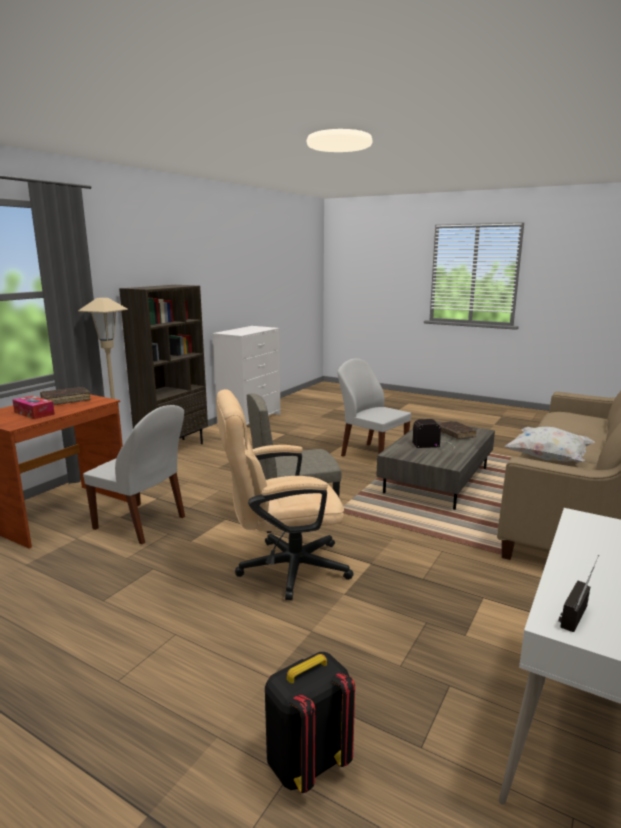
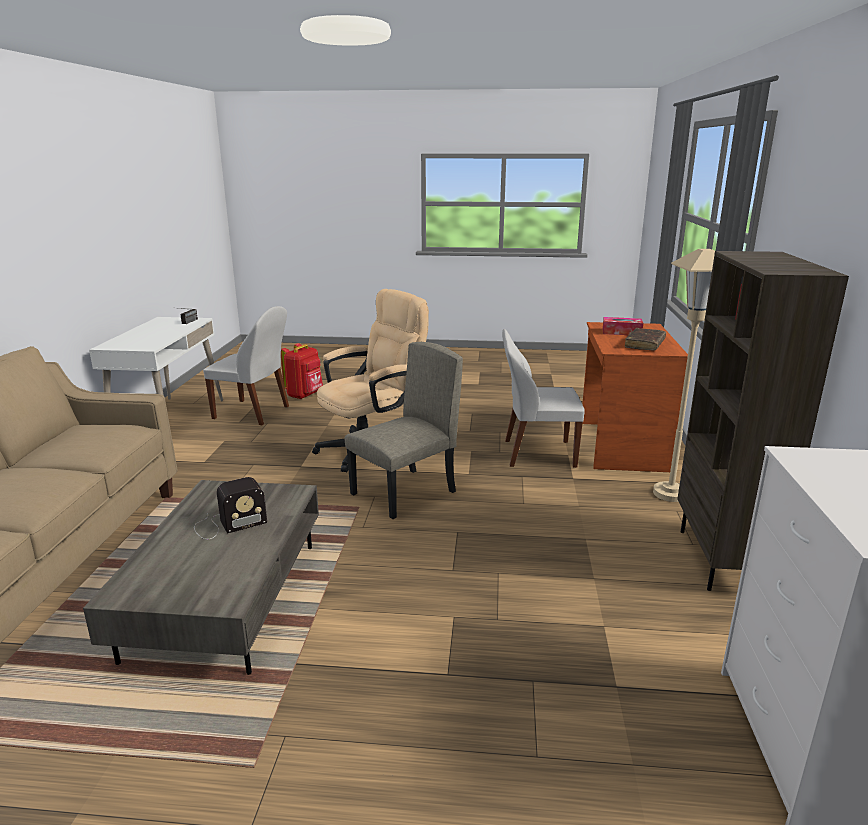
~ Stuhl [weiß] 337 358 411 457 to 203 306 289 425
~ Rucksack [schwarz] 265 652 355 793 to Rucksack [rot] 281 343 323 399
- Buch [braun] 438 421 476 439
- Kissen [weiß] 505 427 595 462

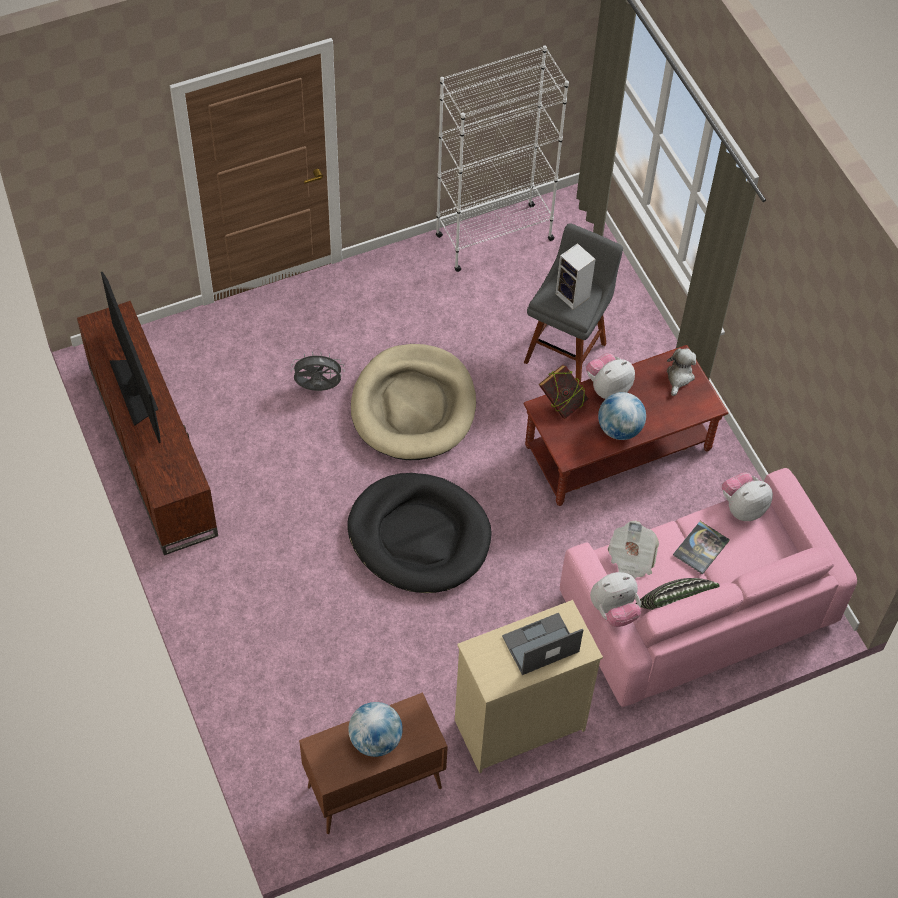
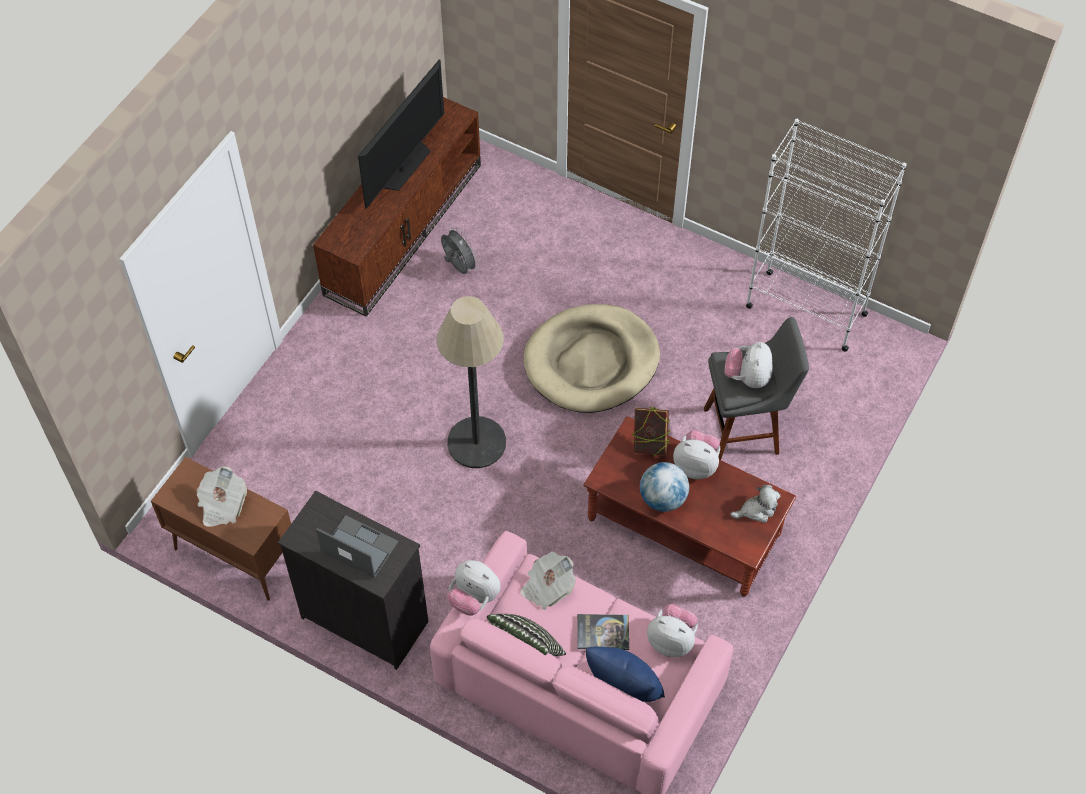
~ Globus 348 702 403 757 to Zeitung 196 466 247 527
~ Kommode [beige] 455 600 603 773 to Kommode [schwarz] 278 491 429 670
~ Hundebett [schwarz] 347 473 492 593 to Stehlampe 436 296 506 468
~ Ventilator [grau] 291 352 344 391 to 441 227 479 274
+ Kissen [blau] 586 646 665 702
~ Lautsprecher 556 243 595 309 to Plüschtier 725 342 773 388

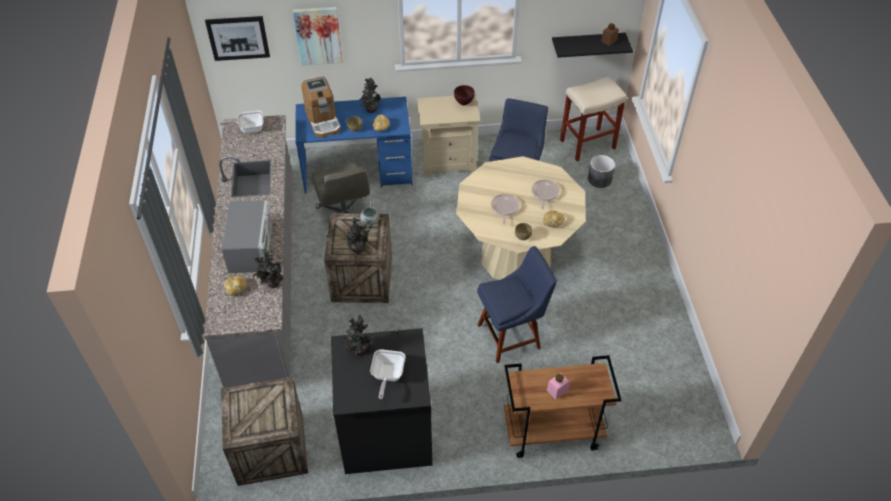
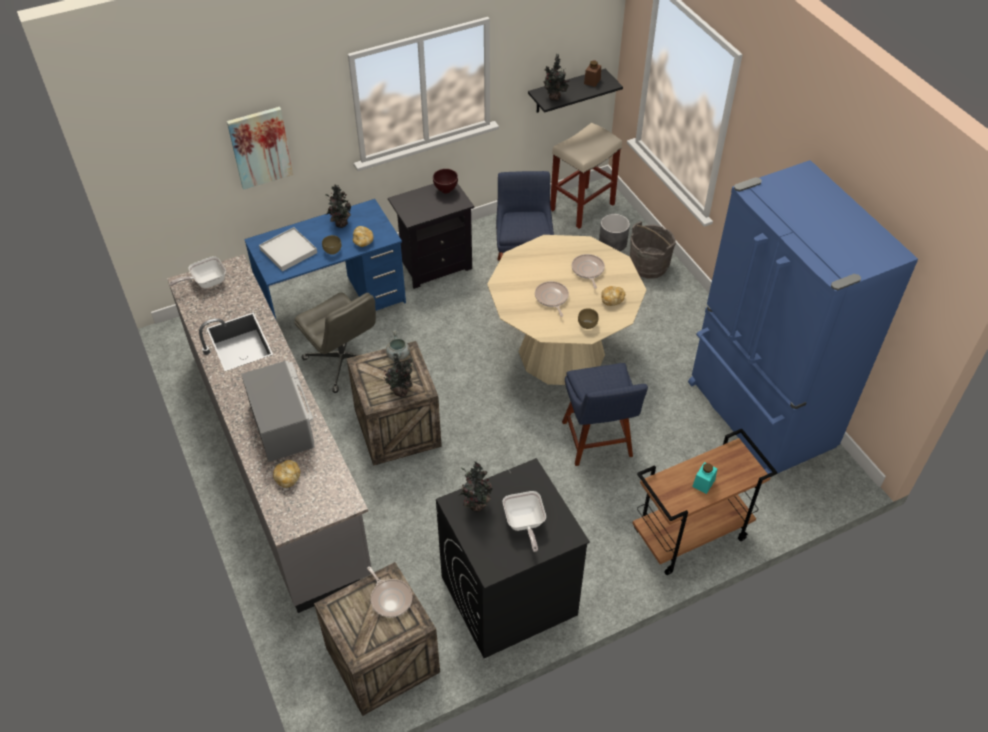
~ Kaffeemaschine 302 76 341 138 to Tablett [weiß] 259 227 317 272
+ Pfanne 367 566 412 618
~ Nachttisch [beige] 417 95 480 176 to Nachttisch [schwarz] 388 183 474 289
~ Topfpflanze 253 249 285 288 to 544 54 570 101
~ Stuhl [blau] 477 246 557 363 = 562 363 648 466 120 degrees clockwise
+ Eimer [grau] 630 221 676 279
+ Kühlschrank [blau] 688 160 918 474
~ Vorratsglas [rosa] 547 373 569 399 to Vorratsglas [türkis] 692 462 717 494
- Bild 205 16 270 61

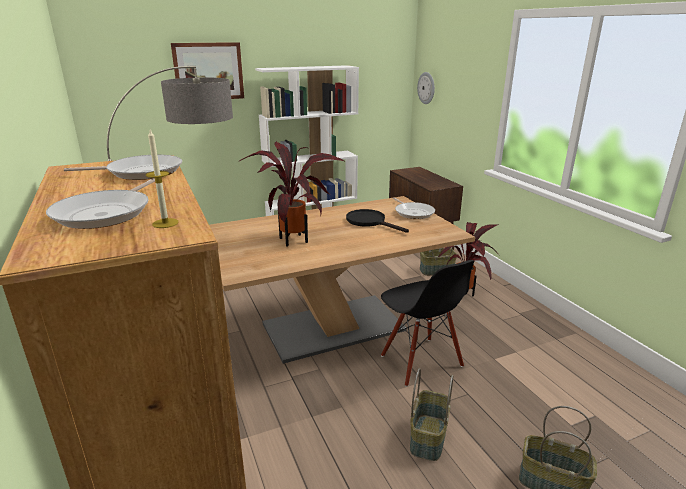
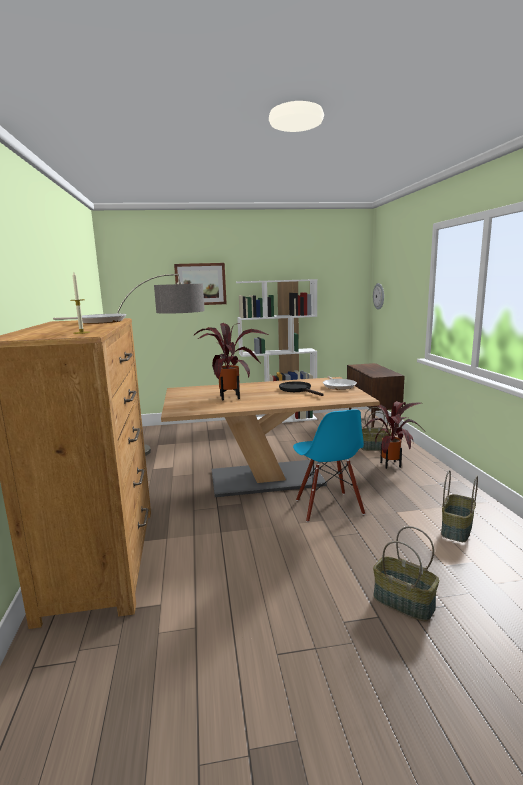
~ Stuhl [schwarz] 381 260 475 387 to Stuhl [blau] 293 409 365 522
~ Korb 410 368 453 461 to 441 470 478 542
- Pfanne 46 179 155 229

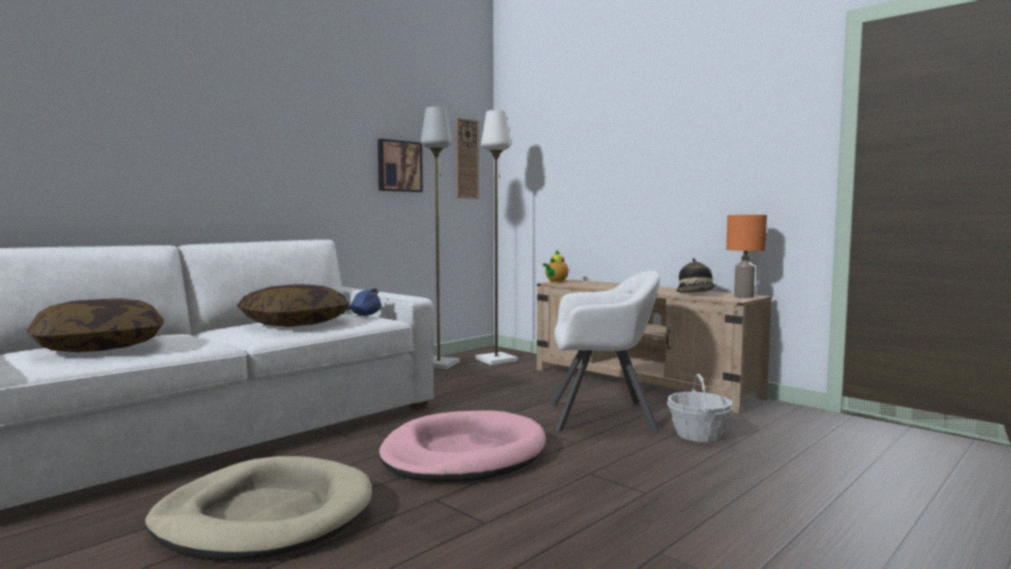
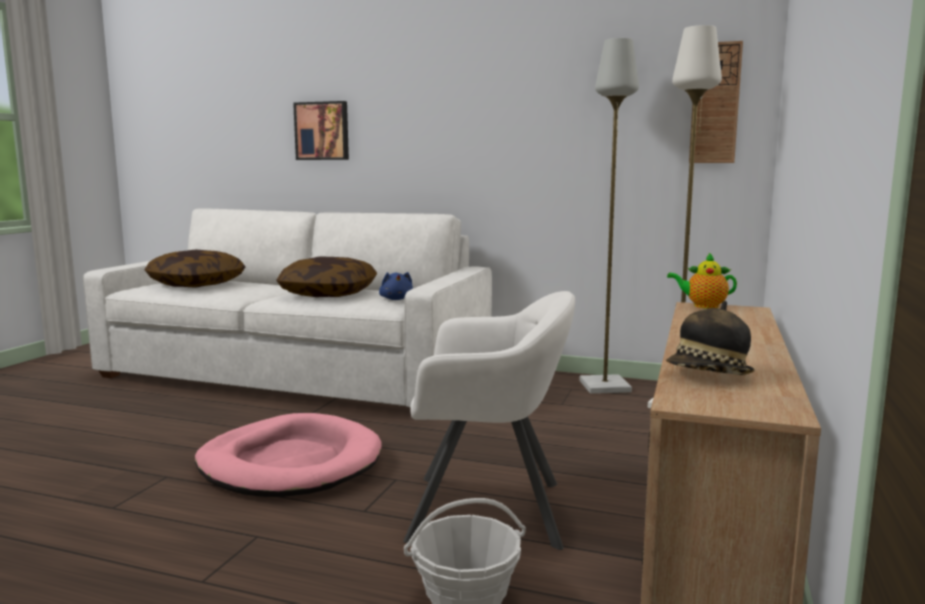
~ Bild 378 139 423 192 to 293 101 349 160
~ Sessel [weiß] 550 271 660 431 = 403 291 575 550 60 degrees counterclockwise
- Hundebett [beige] 145 456 372 560
- Tischlampe [orange] 726 215 767 298

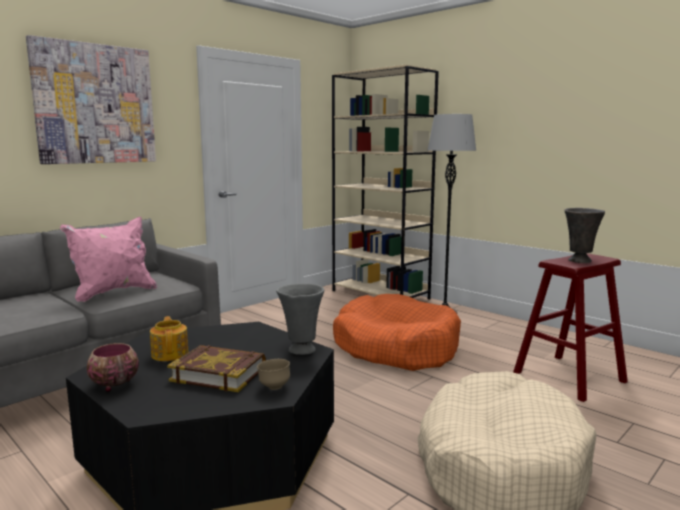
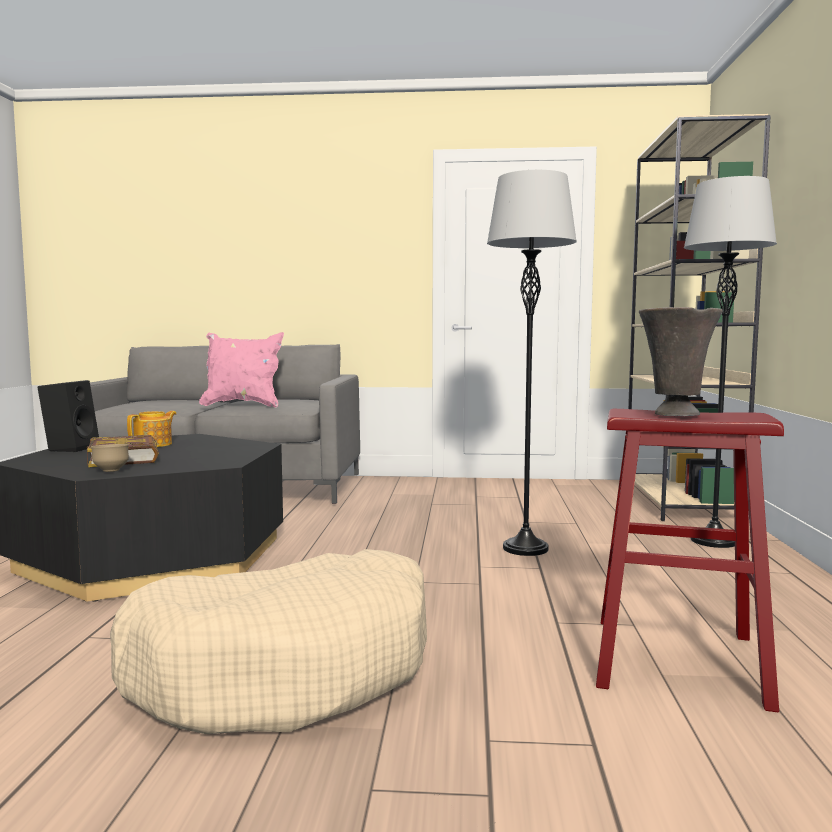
~ Schüssel 87 343 139 392 to Lautsprecher [schwarz] 37 380 99 452
~ Hundebett [orange] 333 294 461 371 to Stehlampe [grau] 487 170 577 556
- Bild 26 35 156 164
- Vase [grau] 276 283 324 355

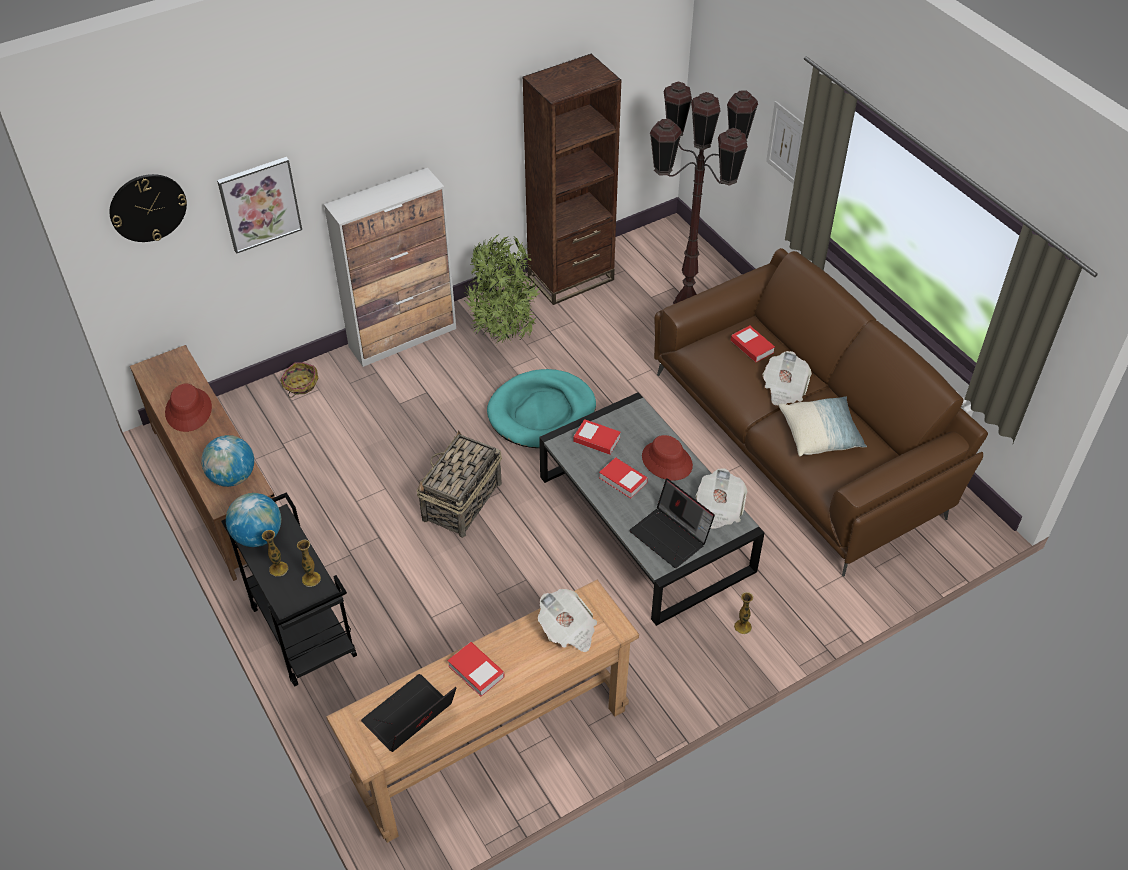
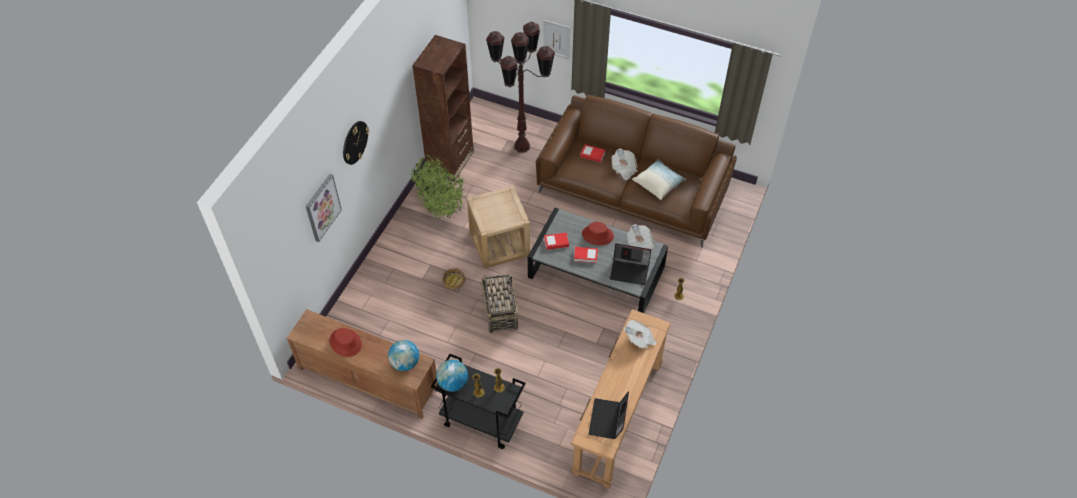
~ Wanduhr 109 174 187 242 to 343 121 369 165
~ Korb 280 362 318 398 to 442 268 466 292
~ Hundebett [türkis] 487 369 596 448 to Beistelltisch [beige] 467 186 530 269
- Schrank 324 168 456 367
- Buch 448 642 505 697

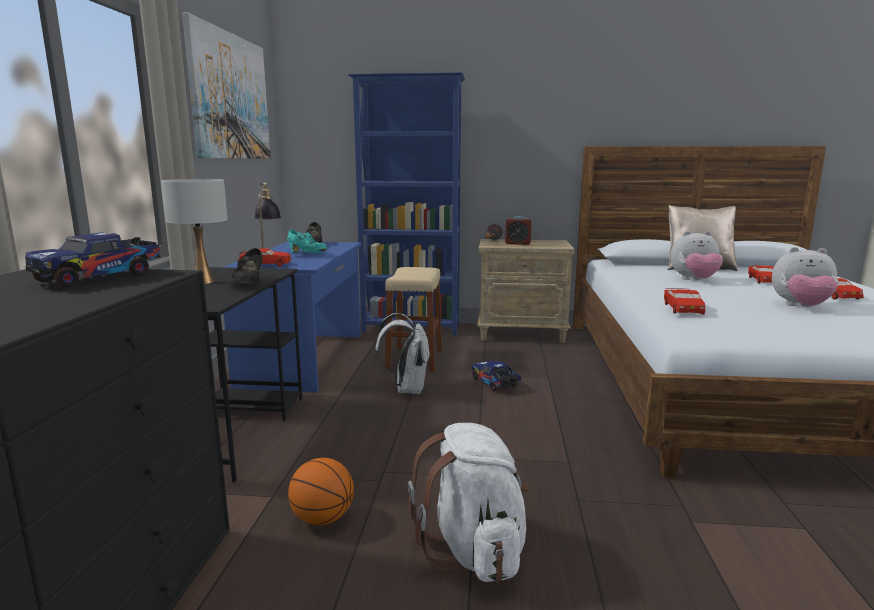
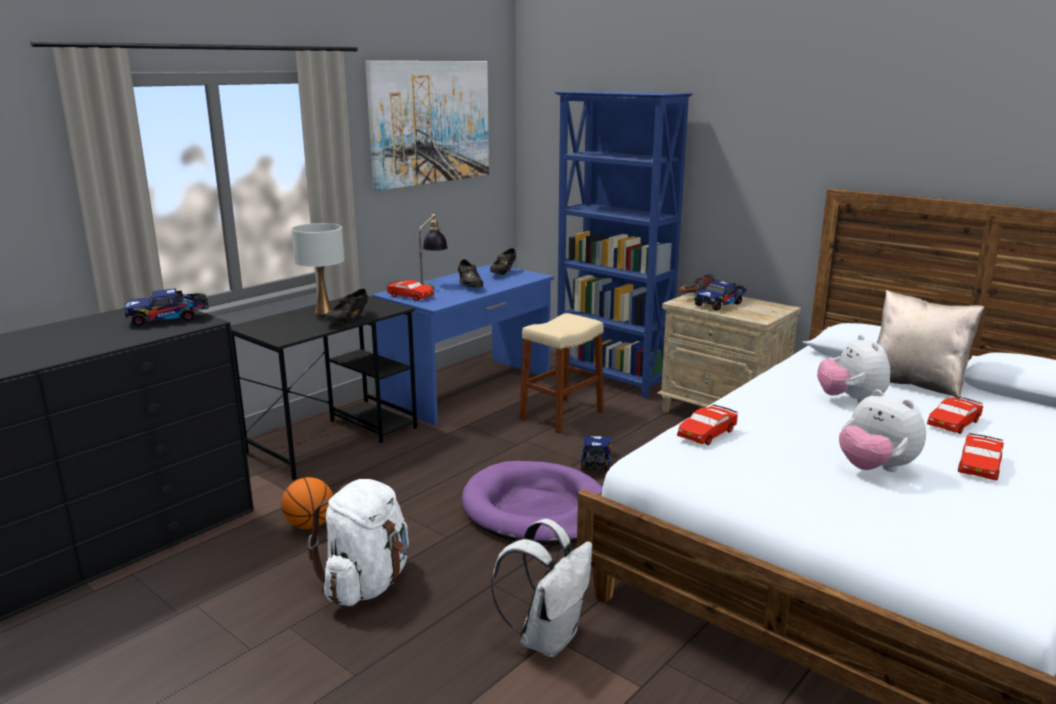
~ Schuh [türkis] 287 230 327 253 to Schuh [schwarz] 458 259 483 287
+ Hundebett [lila] 462 461 603 545
~ Rucksack [weiß] 374 313 430 394 to 491 519 592 657
~ Wecker 505 216 532 245 to Spielzeuglaster 694 281 747 311
~ Plüschtier 670 231 723 280 = 817 335 890 403 45 degrees clockwise

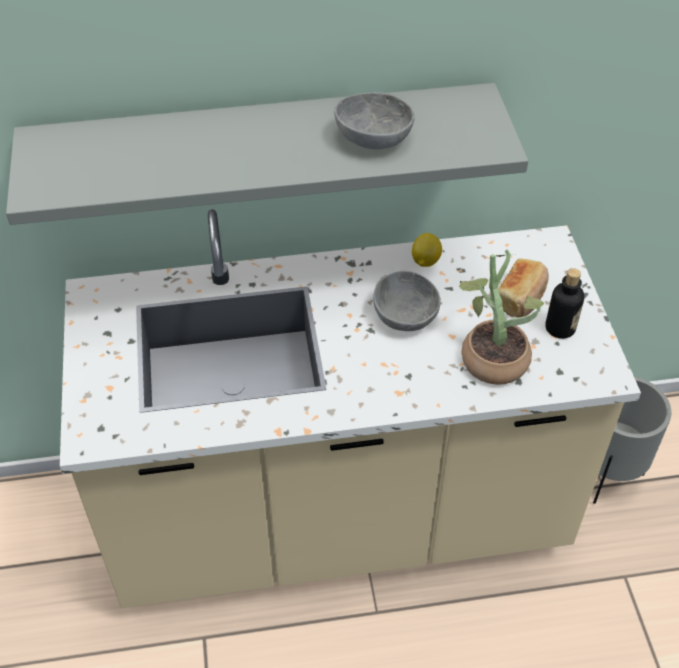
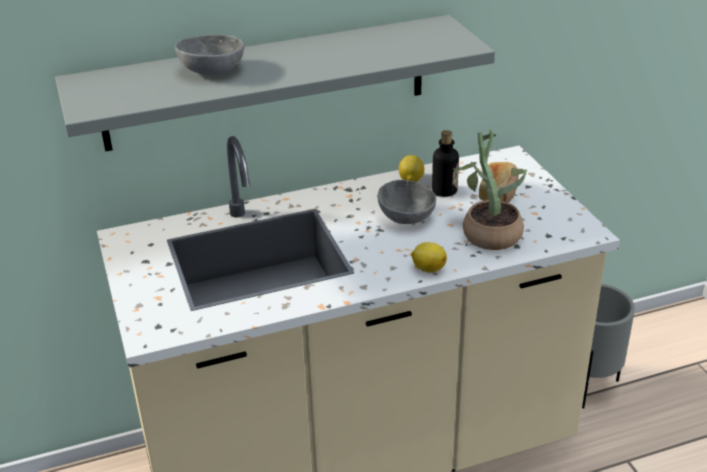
~ Schüssel [grau] 334 92 415 149 to 175 34 244 75
+ Zitrone 411 242 447 273
~ Flasche 545 268 585 339 to 432 130 459 197

